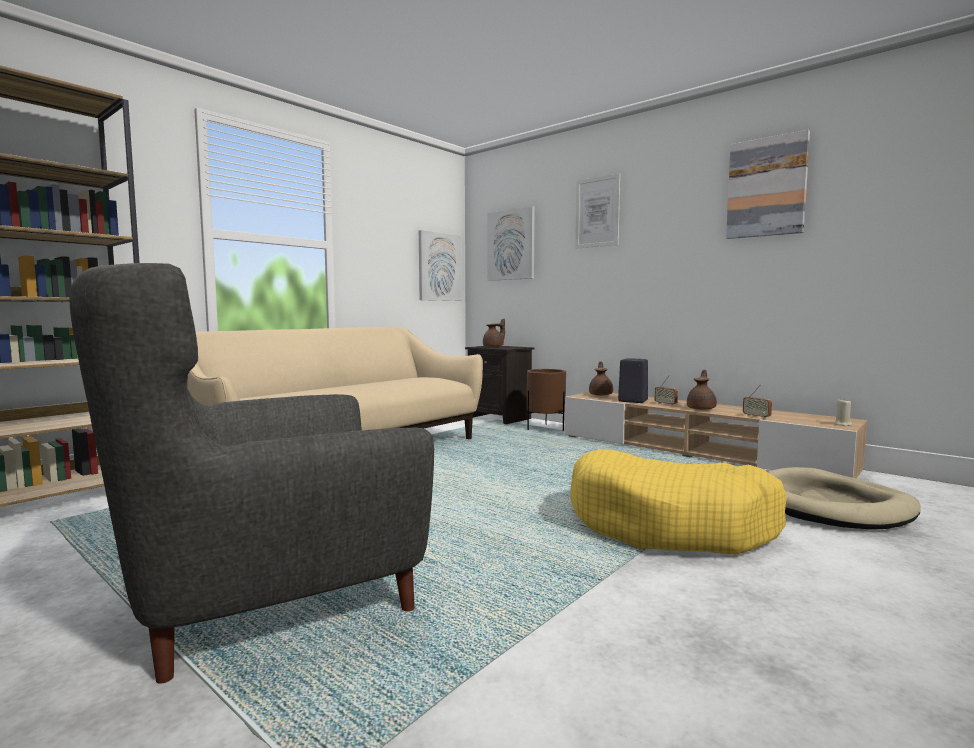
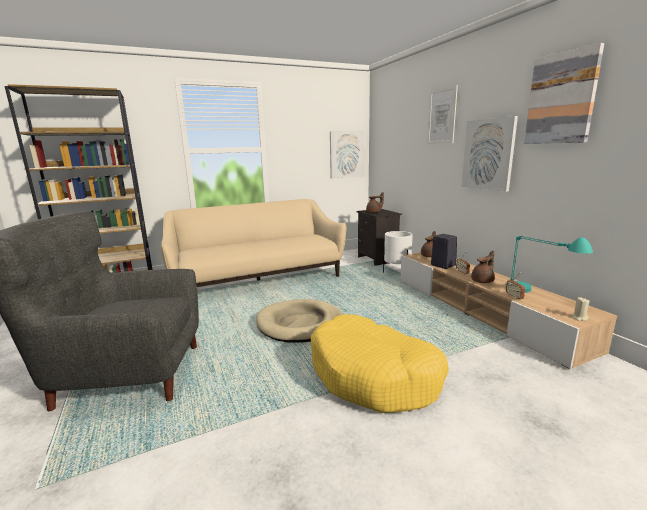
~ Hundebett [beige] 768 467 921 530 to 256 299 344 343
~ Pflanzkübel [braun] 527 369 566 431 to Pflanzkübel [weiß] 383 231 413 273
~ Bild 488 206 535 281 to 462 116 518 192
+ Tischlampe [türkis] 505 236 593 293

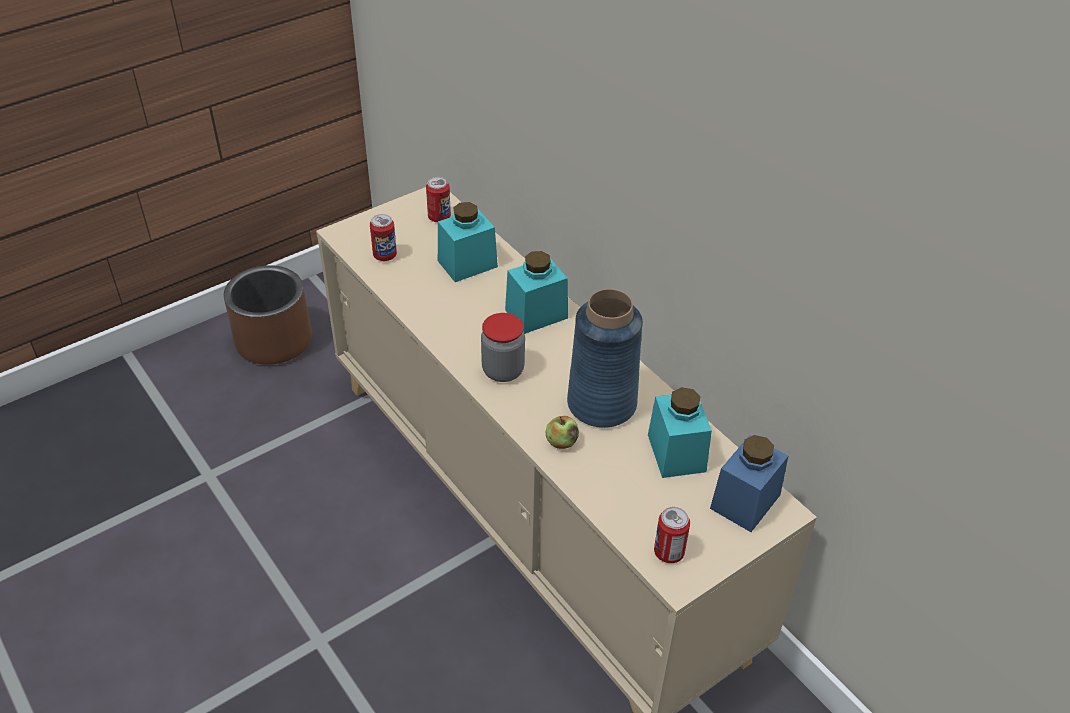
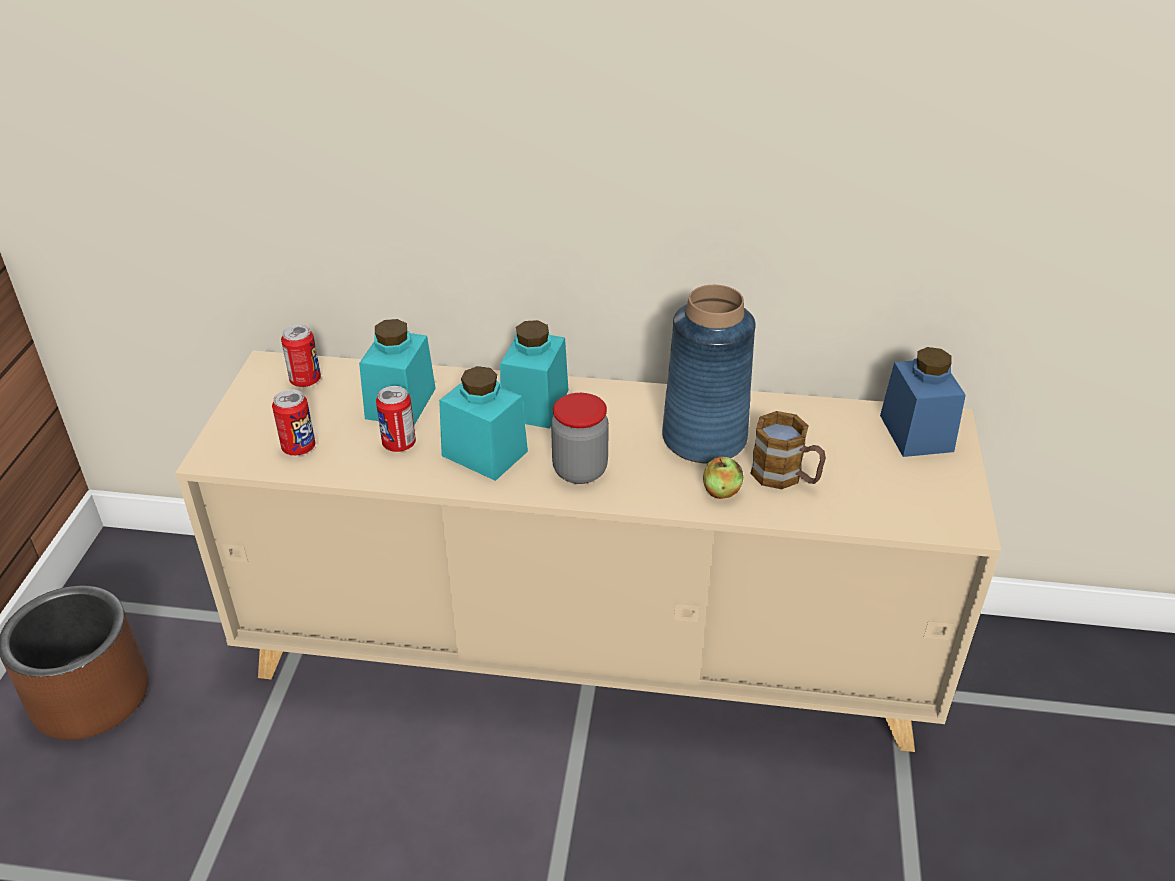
~ Dose 654 507 690 563 to 376 386 416 452
~ Vorratsglas [türkis] 648 387 712 478 to 439 366 528 481
+ Henkelbecher 750 411 826 489

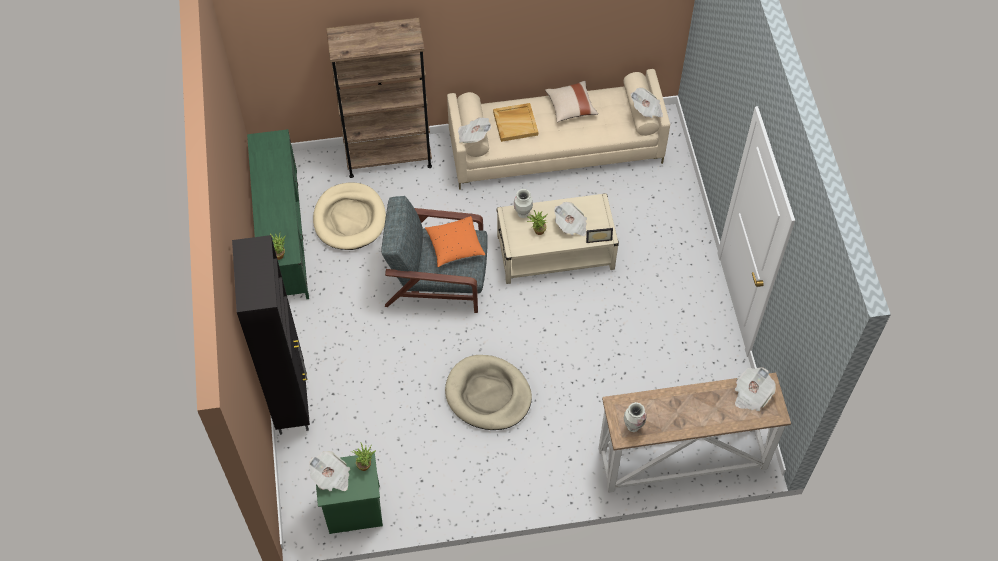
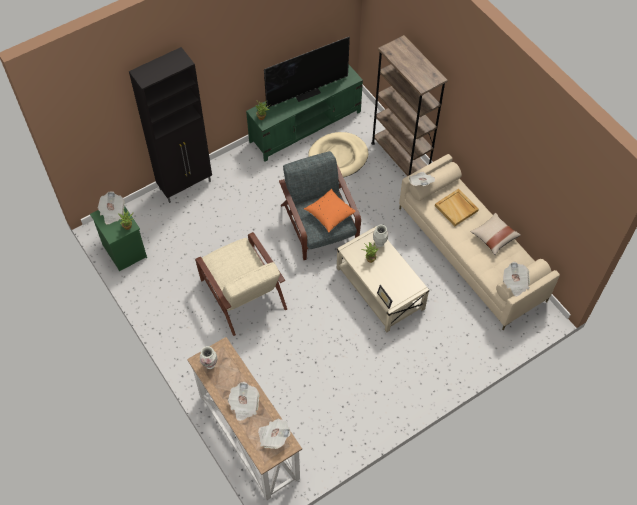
~ Hundebett [beige] 445 355 532 430 to Sessel [beige] 195 232 287 336
~ Zeitung 554 202 587 236 to 228 382 260 421
+ Fernseher 264 37 350 108

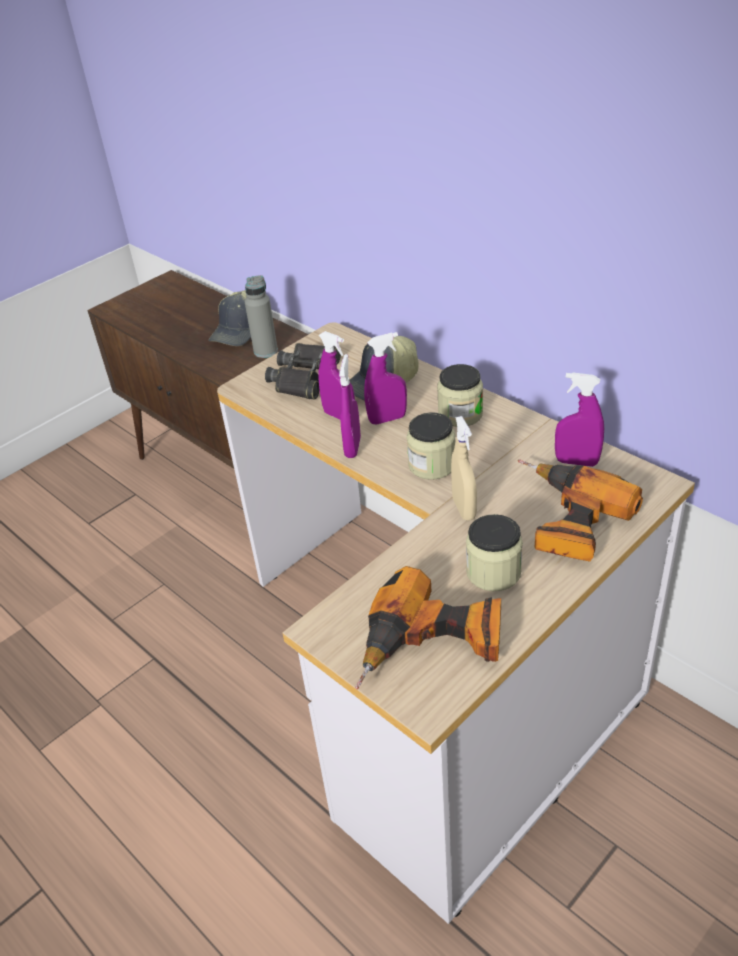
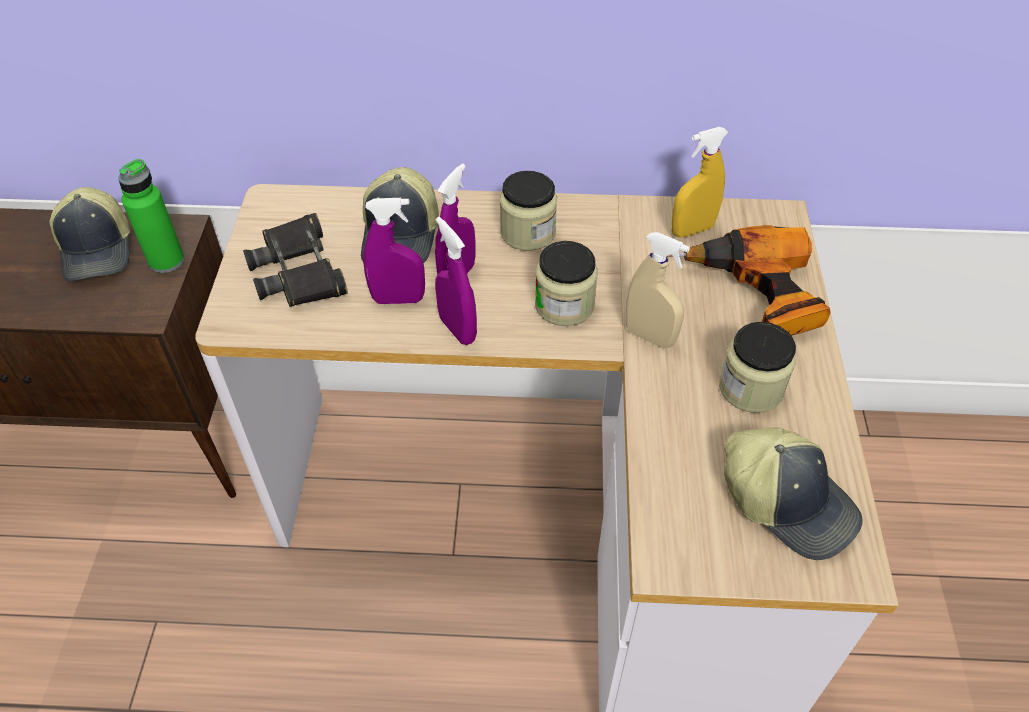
~ Flasche [grau] 245 275 278 358 to Flasche [grün] 118 159 184 273
~ Sprühflasche [lila] 555 372 604 467 to Sprühflasche [gelb] 671 127 729 238
~ Bohrmaschine 355 566 501 689 to Kappe 724 428 863 560

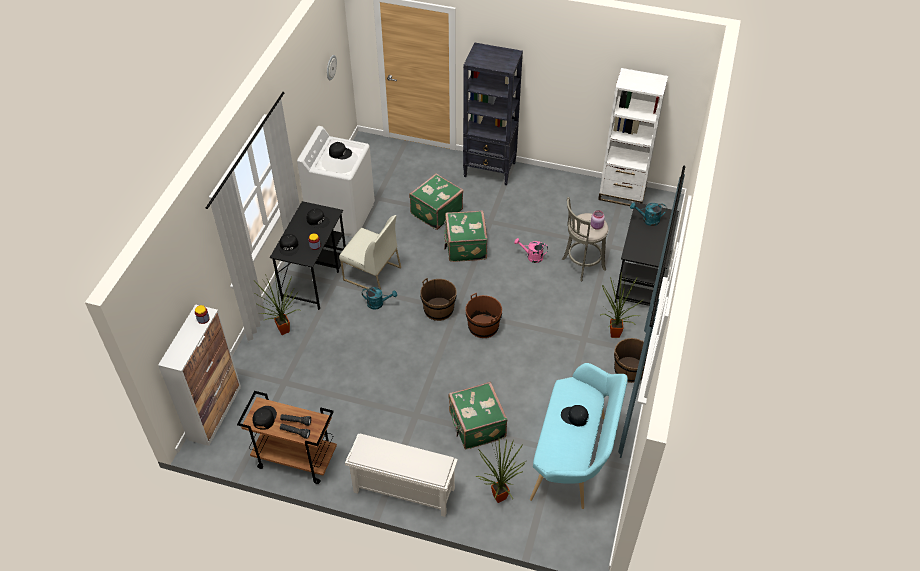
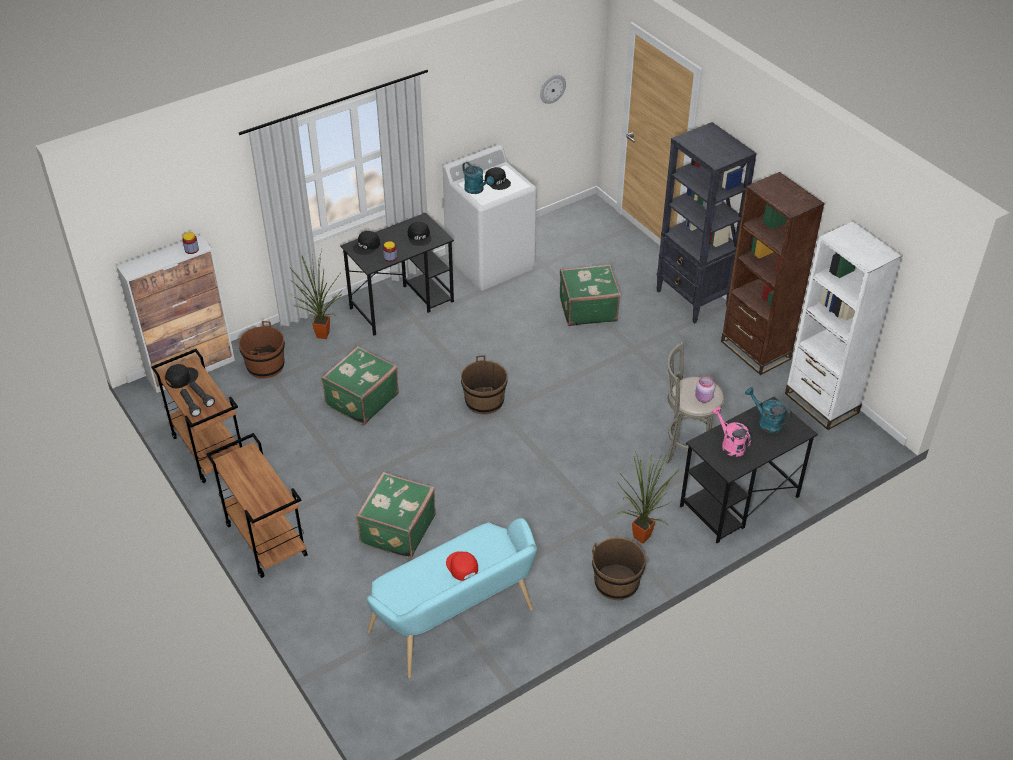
~ Schuhregal [weiß] 345 434 458 517 to Rollwagen [braun] 206 433 308 578
~ Eimer [braun] 465 293 502 338 to 239 321 285 379
~ Koffer [grün] 444 210 488 262 to 321 346 399 425
~ Kappe [schwarz] 561 405 589 426 to Kappe [rot] 446 551 478 581
~ Gießkanne [türkis] 362 287 397 310 to 462 162 494 194
~ Gießkanne [rosa] 514 238 548 263 to 712 407 751 457
+ Bücherregal [braun] 721 172 825 375
- Stuhl [weiß] 339 215 401 289
- Topfpflanze 475 439 526 503

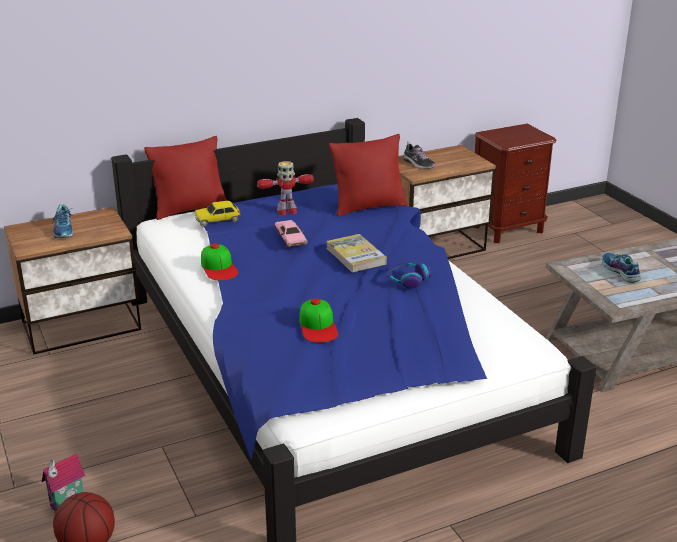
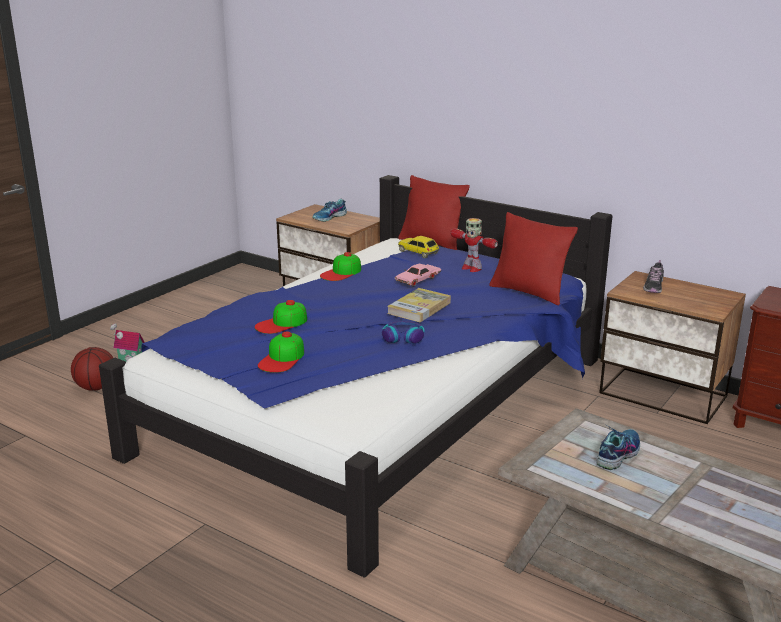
+ Kappe 258 332 304 373

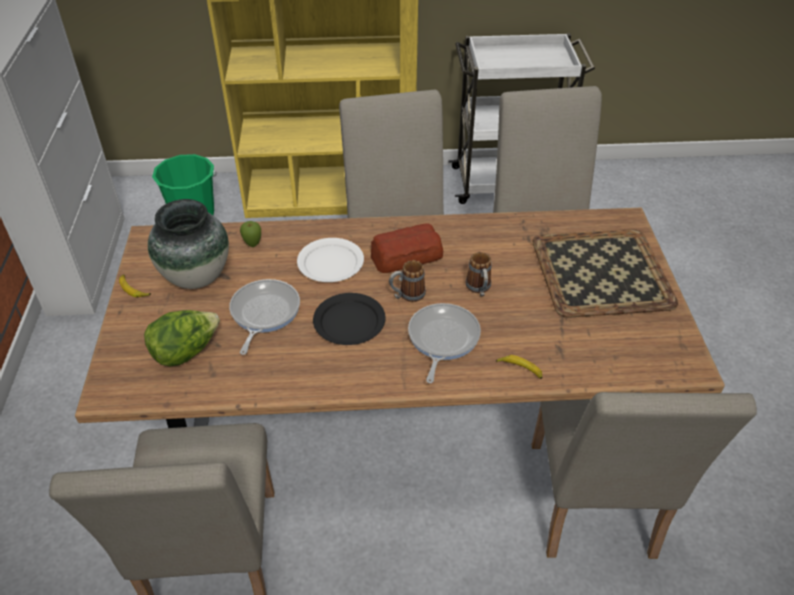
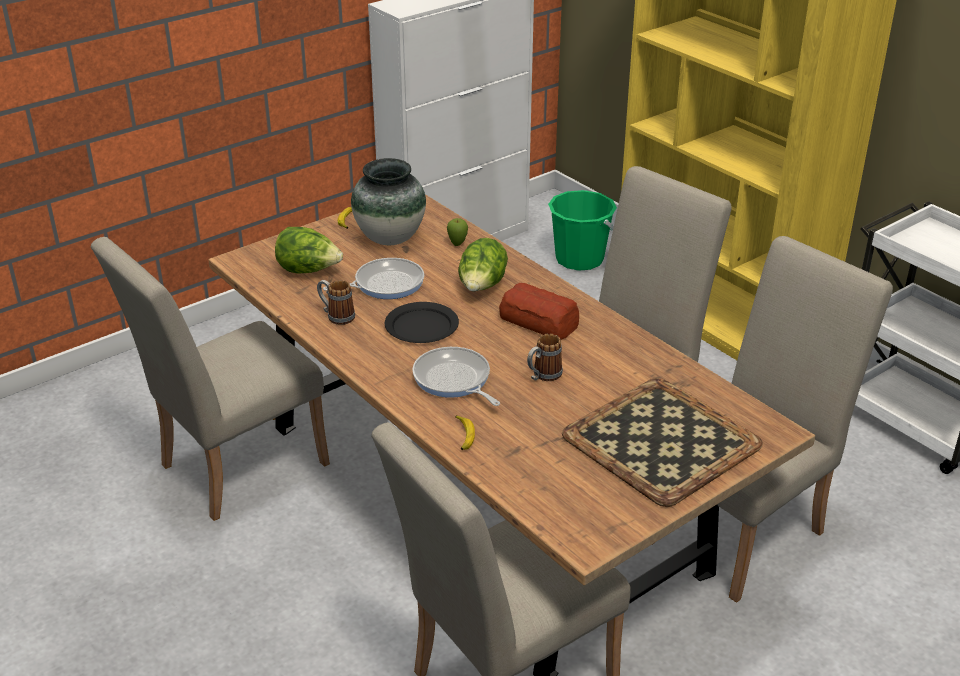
~ Henkelbecher 389 260 426 302 to 317 280 355 325
~ Pfanne 408 303 481 383 = 412 347 500 406 105 degrees counterclockwise
~ Teller [weiß] 297 238 364 282 to Salatkopf 458 238 508 291

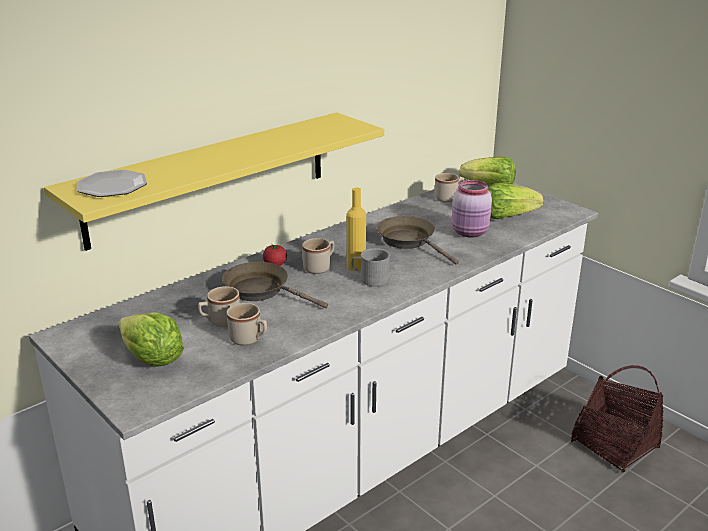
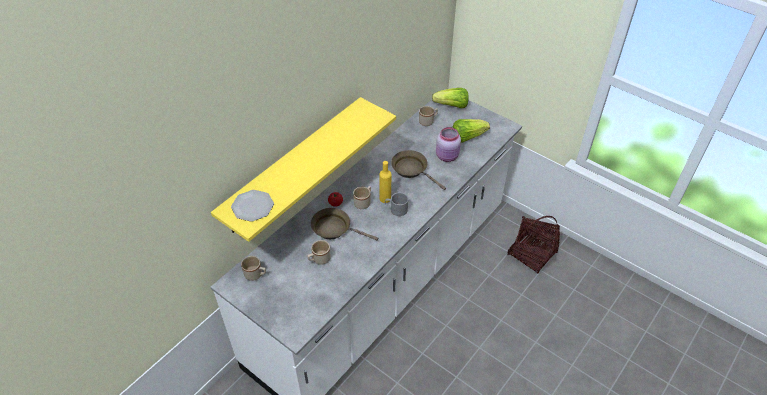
~ Henkelbecher [beige] 226 303 267 346 to 241 256 266 281
- Salatkopf 118 312 184 367

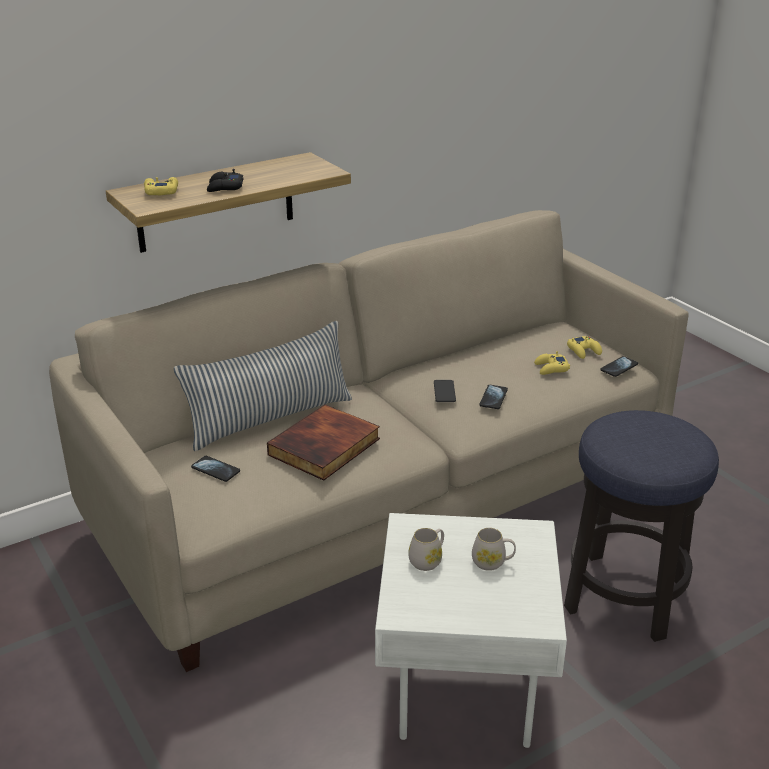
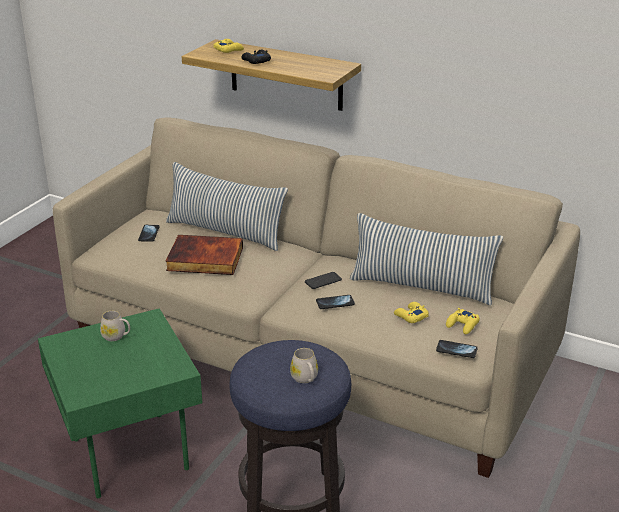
~ Beistelltisch [weiß] 375 513 567 748 to Beistelltisch [grün] 38 309 202 498
~ Henkelbecher [weiß] 472 528 516 571 to 290 348 318 383
+ Kissen 350 213 503 305

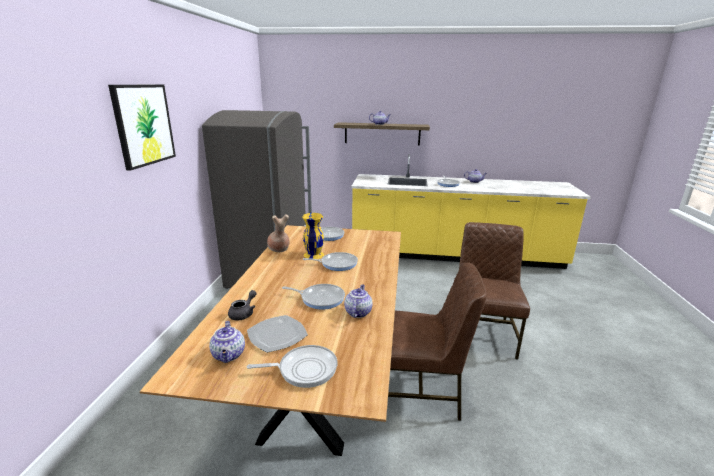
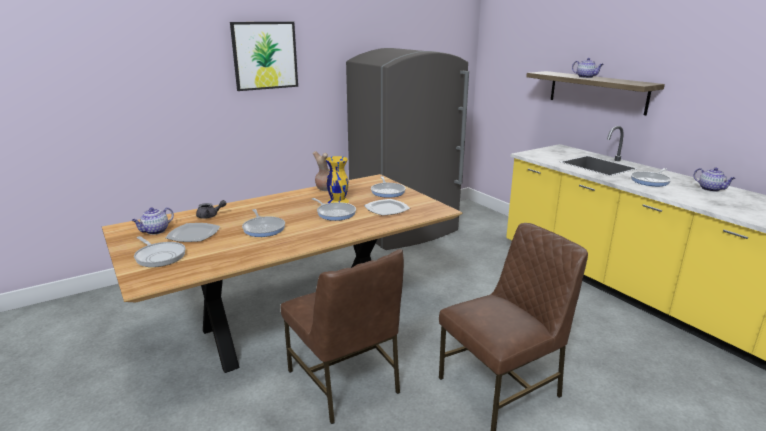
+ Teller 364 199 410 216
- Teekanne 344 284 373 318

